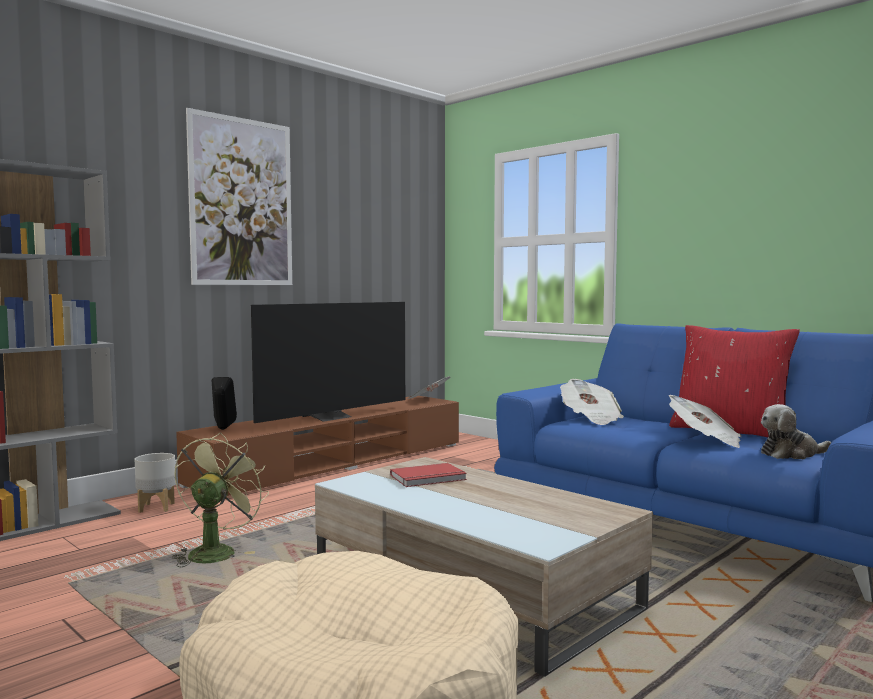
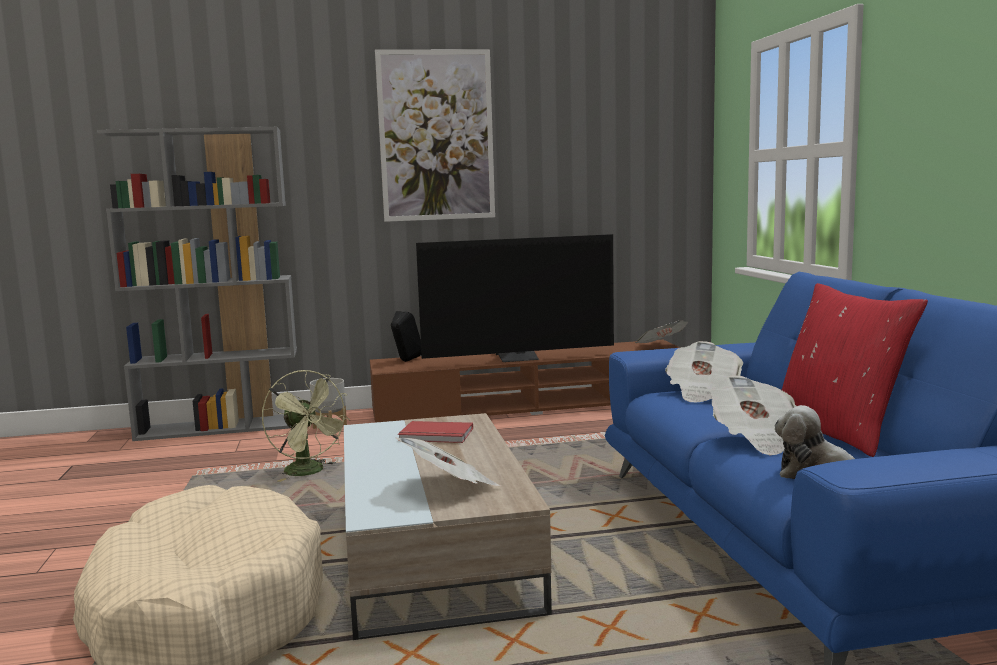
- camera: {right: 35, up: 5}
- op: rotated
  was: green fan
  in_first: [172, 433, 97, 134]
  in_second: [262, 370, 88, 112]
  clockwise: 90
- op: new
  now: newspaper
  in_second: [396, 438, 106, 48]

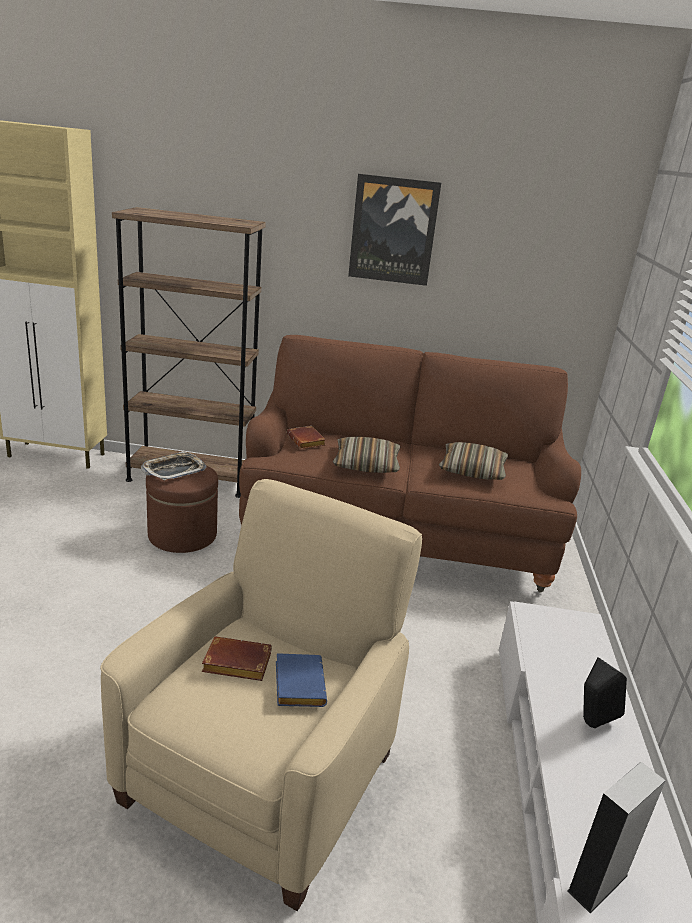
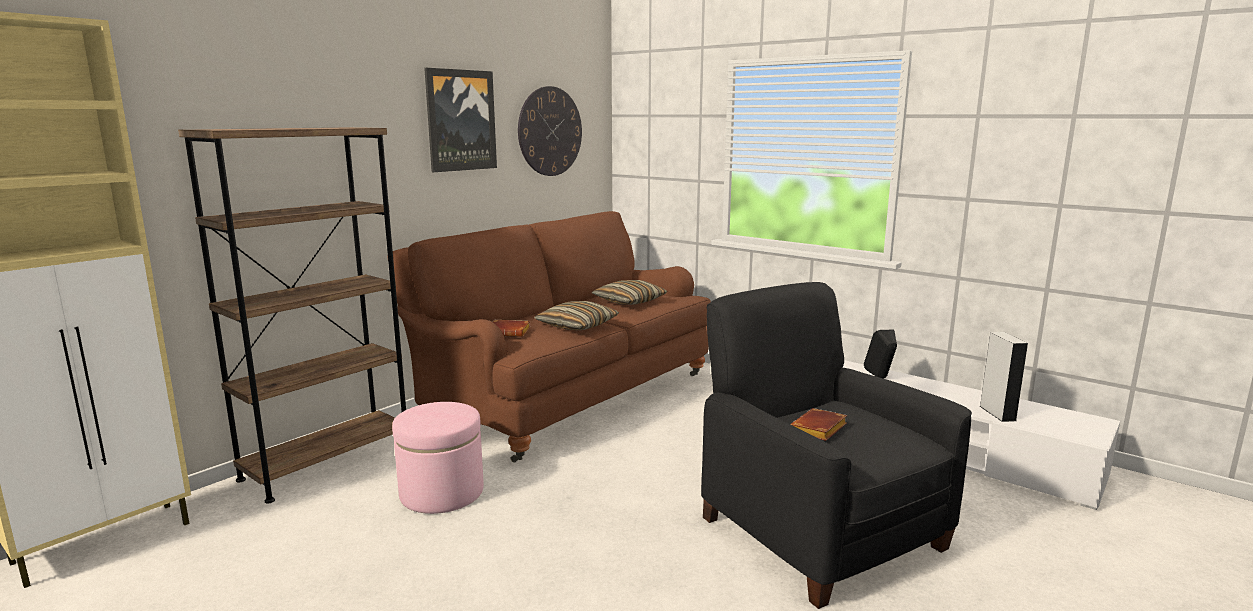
- camera: {right: -55, up: -10}
- op: repainted
  was: beige armchair
  now: black armchair
  in_first: [100, 479, 322, 432]
  in_second: [701, 282, 271, 327]
- op: gone
  was: tray
  in_first: [141, 452, 66, 29]
- op: repainted
  was: brown ottoman
  now: pink ottoman
  in_first: [146, 466, 72, 87]
  in_second: [392, 402, 92, 112]
- op: gone
  was: blue book
  in_first: [276, 653, 51, 54]
- op: new
  now: wall clock
  in_second: [518, 86, 64, 90]

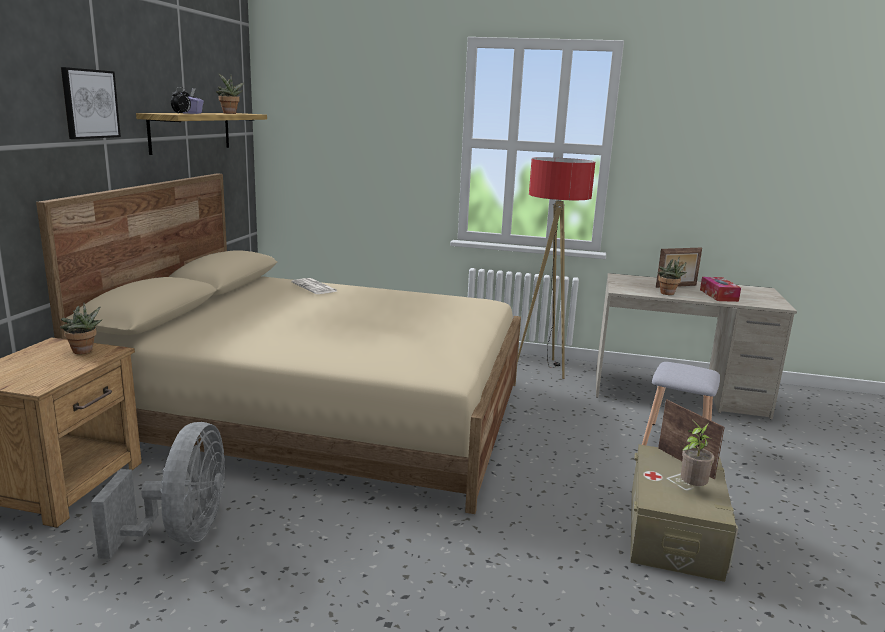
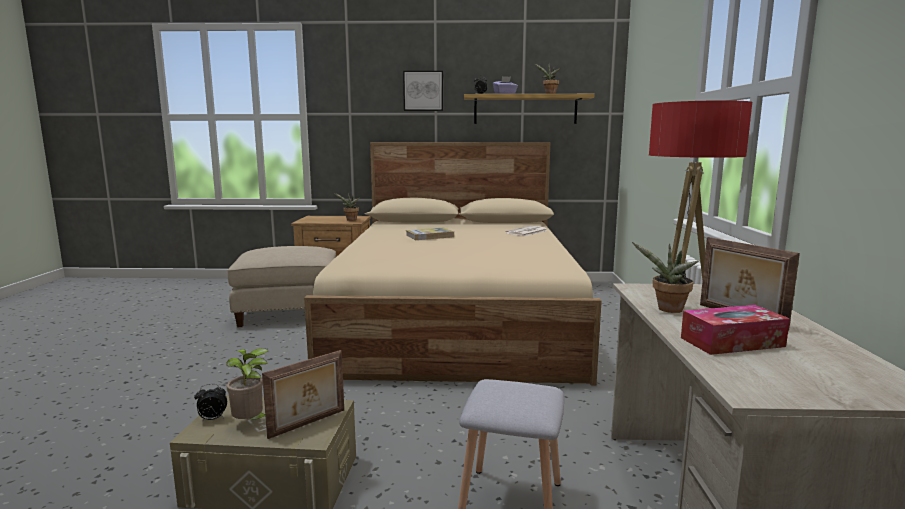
- camera: {right: 80, up: -5}
- op: swapped
  was: grey fan
  now: beige ottoman
  in_first: [91, 422, 135, 137]
  in_second: [227, 246, 109, 81]
- op: new
  now: alarm clock
  in_second: [194, 384, 33, 38]
- op: new
  now: book
  in_second: [406, 227, 48, 13]

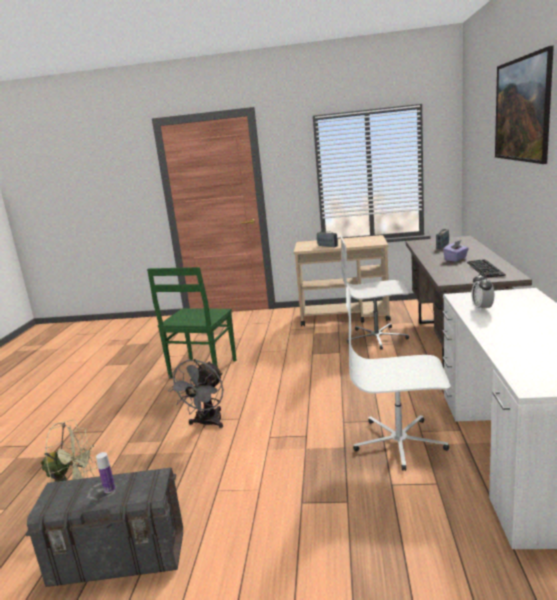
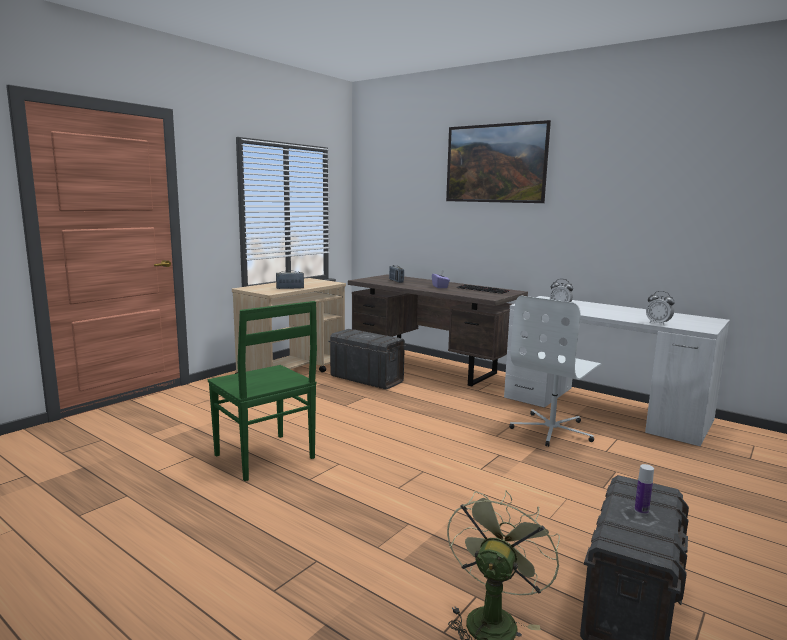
- camera: {right: -60, up: -5}
- op: gone
  was: grey fan
  in_first: [168, 359, 55, 69]
- op: swapped
  was: white office chair
  now: grey storage box
  in_first: [340, 235, 69, 115]
  in_second: [328, 329, 78, 61]
- op: new
  now: alarm clock
  in_second: [646, 291, 29, 34]

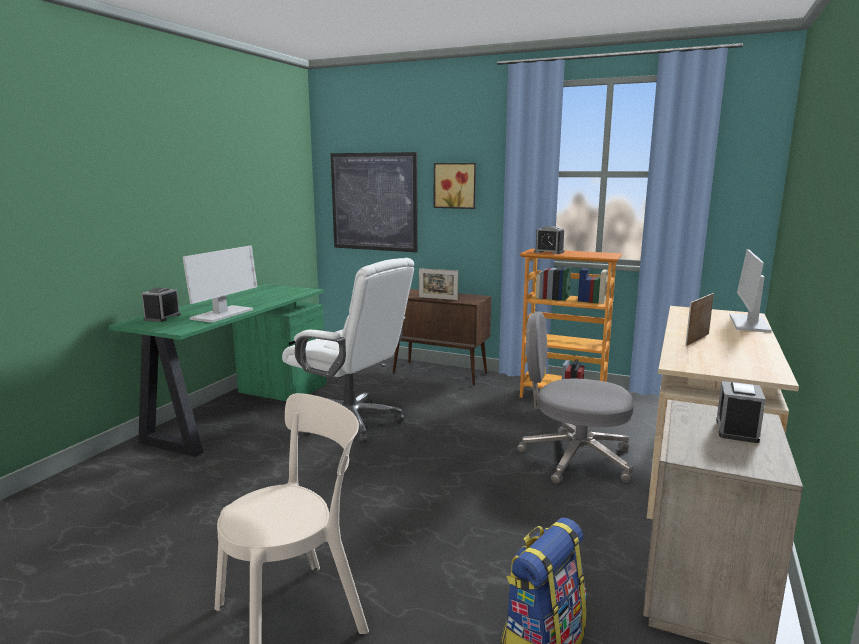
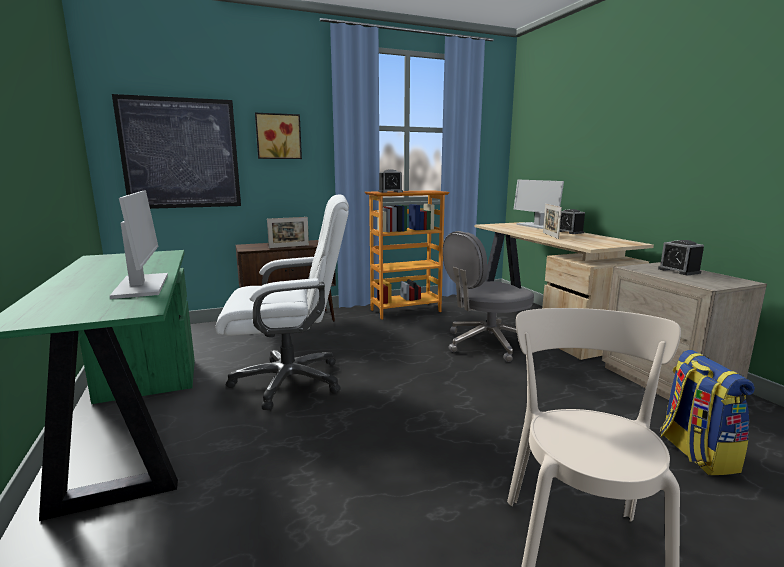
- camera: {right: -45, up: 0}
- op: shifted
  was: alarm clock
  in_first: [141, 288, 40, 34]
  in_second: [560, 209, 25, 25]

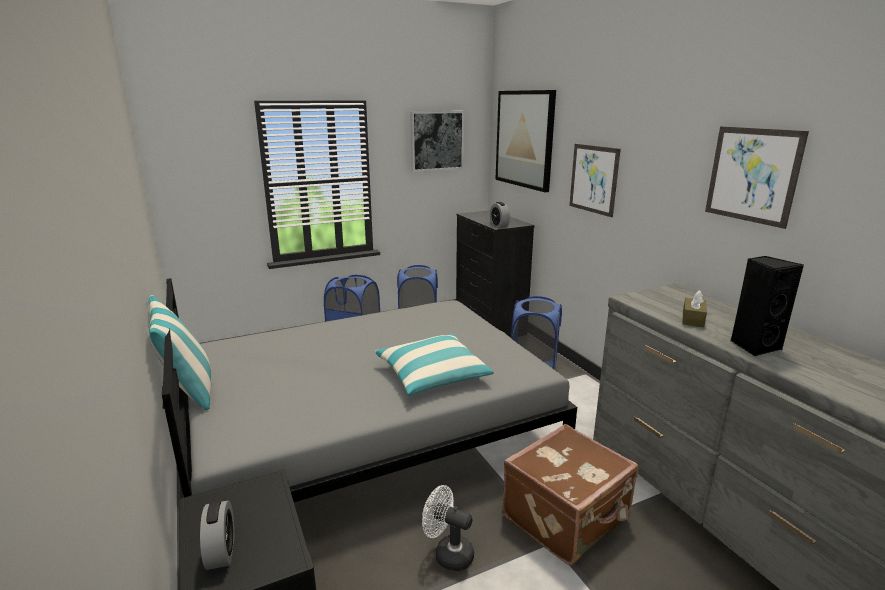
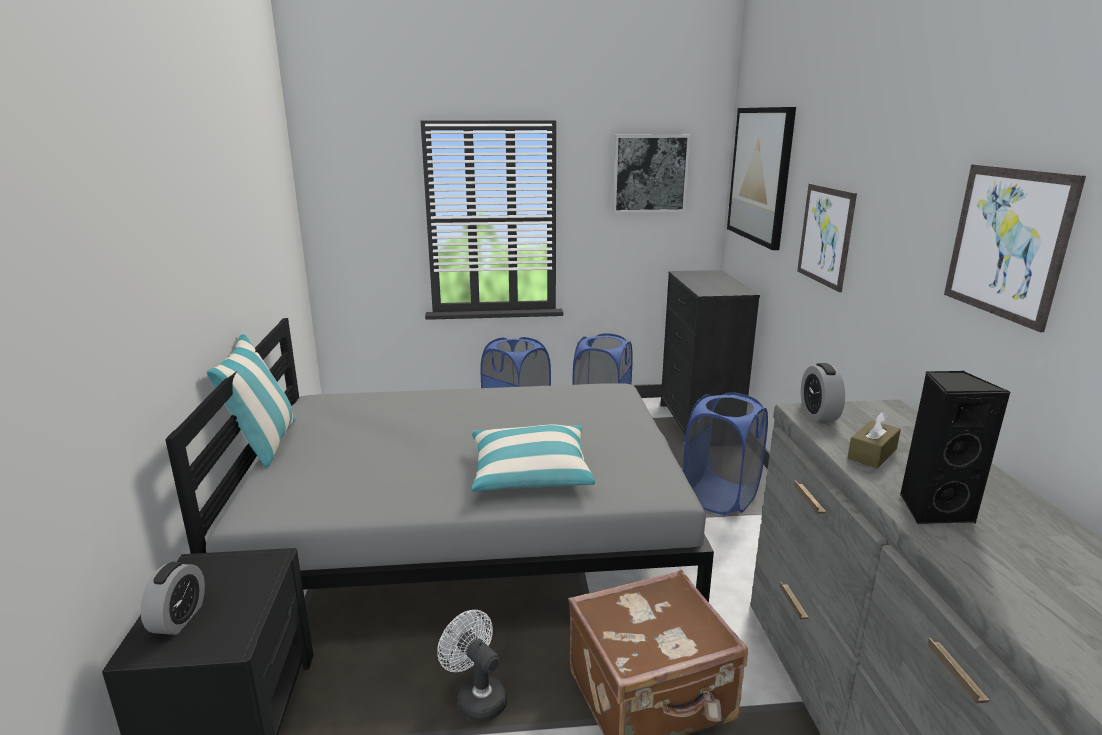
- camera: {right: 20, up: 0}
- op: shifted
  was: alarm clock
  in_first: [490, 202, 20, 26]
  in_second: [801, 363, 44, 58]

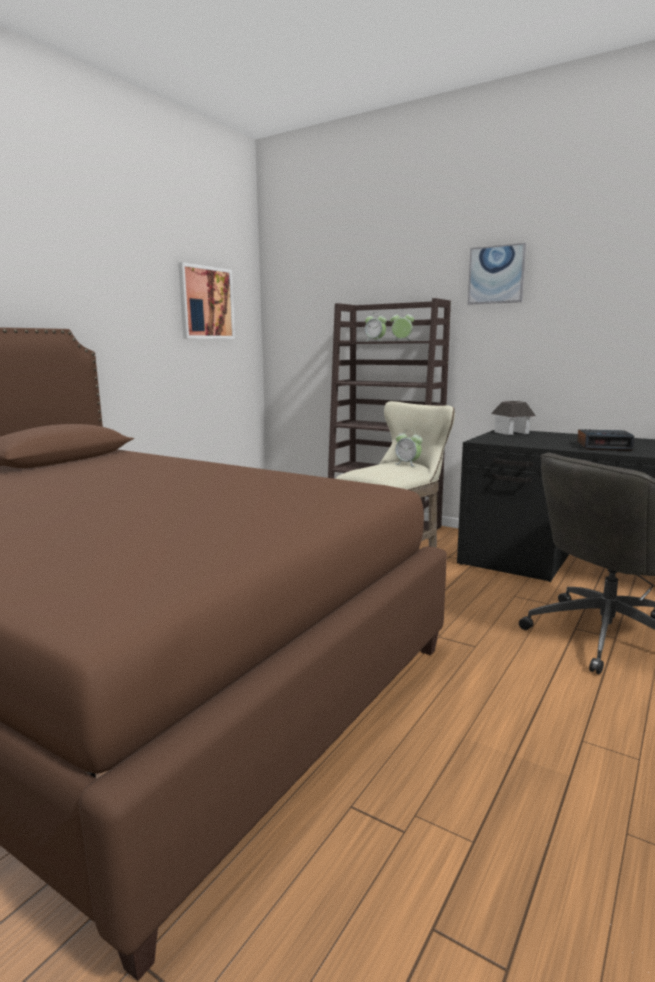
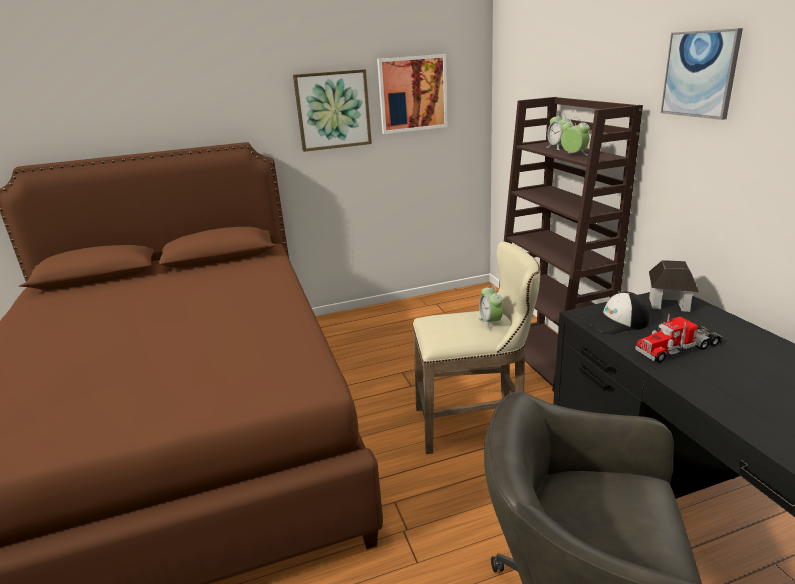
- camera: {right: 40, up: 10}
- op: gone
  was: alarm clock
  in_first: [577, 429, 58, 22]
- op: new
  now: picture
  in_second: [293, 69, 79, 83]
- op: new
  now: cap
  in_second: [583, 291, 66, 43]
- op: new
  now: toy truck
  in_second: [635, 314, 87, 49]

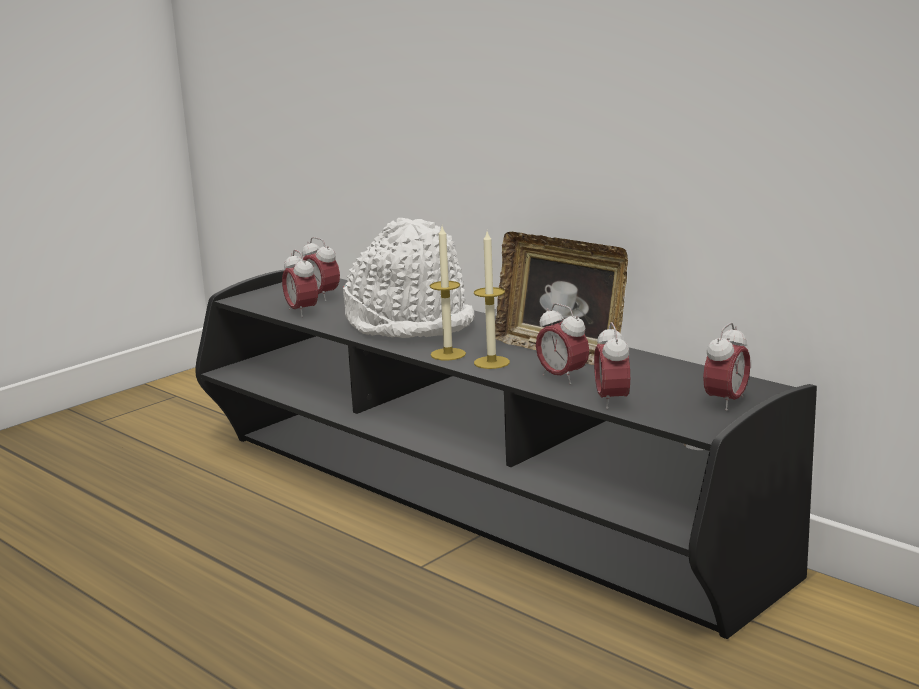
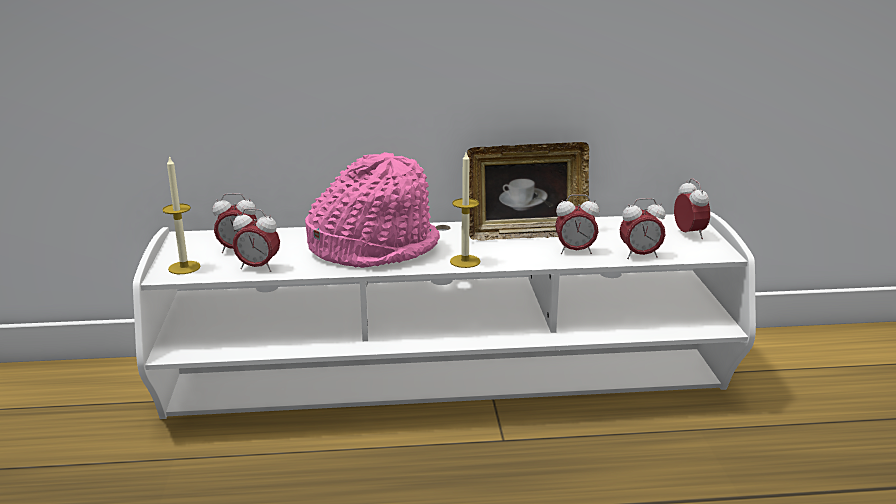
- camera: {right: -50, up: 5}
- op: repainted
  was: black tv stand
  now: white tv stand
  in_first: [195, 269, 622, 370]
  in_second: [133, 211, 623, 208]
- op: repainted
  was: white hat
  now: pink hat
  in_first: [343, 218, 132, 120]
  in_second: [305, 152, 135, 116]
- op: shifted
  was: candle
  in_first: [474, 232, 36, 137]
  in_second: [162, 155, 39, 119]
- op: rotated
  was: alarm clock
  in_first: [594, 322, 36, 87]
  in_second: [620, 198, 45, 61]
  clockwise: -45

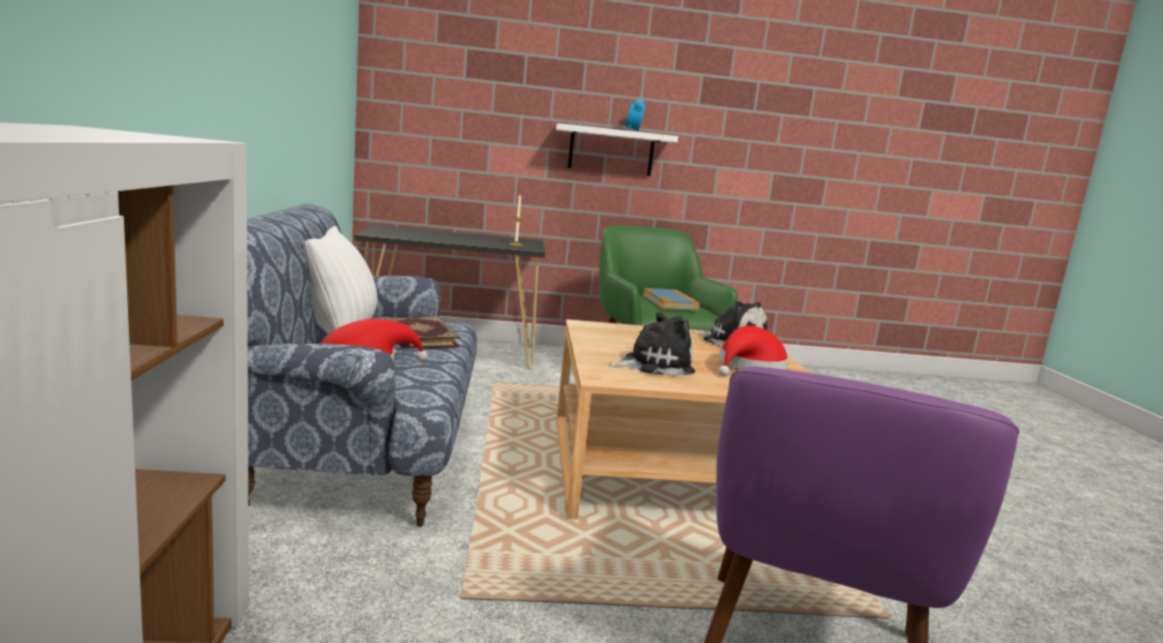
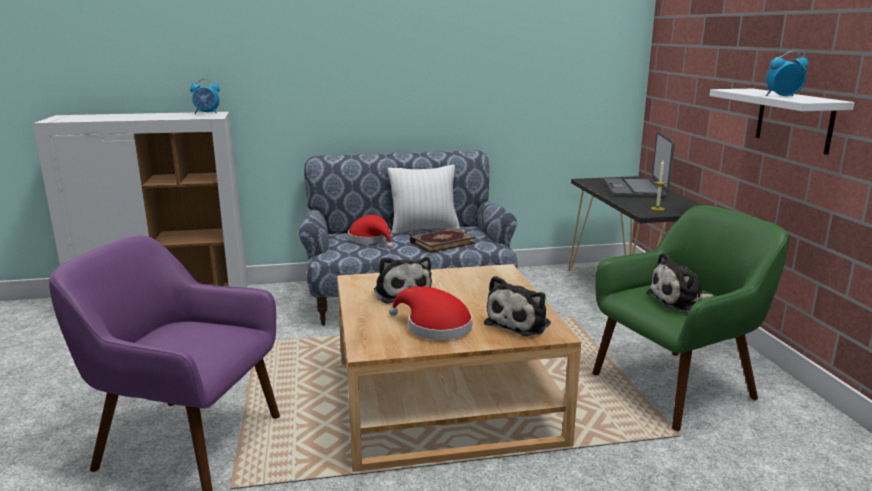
- camera: {right: 85, up: 5}
- op: swapped
  was: book
  now: plush toy
  in_first: [642, 288, 58, 23]
  in_second: [646, 253, 68, 58]
- op: new
  now: alarm clock
  in_second: [190, 79, 30, 35]
- op: new
  now: laptop
  in_second: [604, 131, 71, 67]

